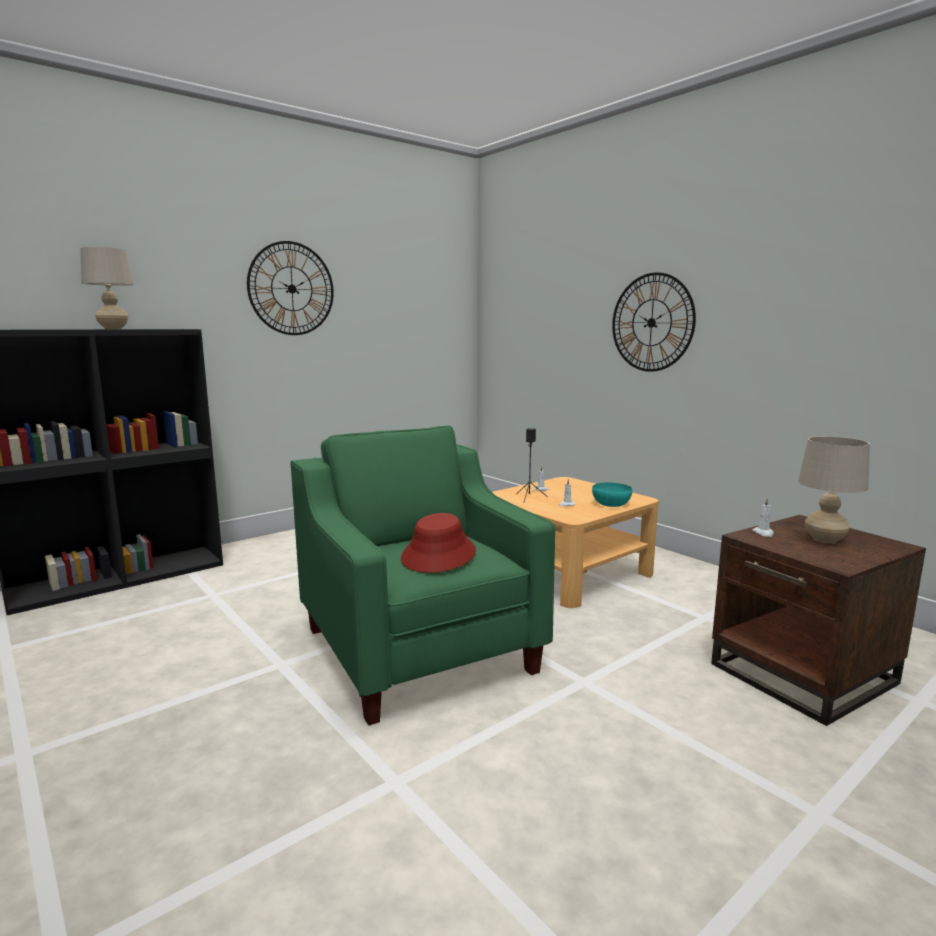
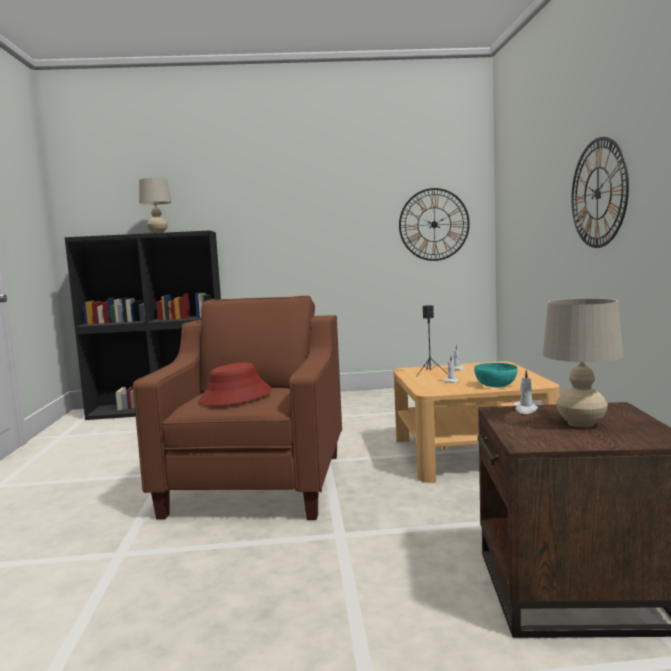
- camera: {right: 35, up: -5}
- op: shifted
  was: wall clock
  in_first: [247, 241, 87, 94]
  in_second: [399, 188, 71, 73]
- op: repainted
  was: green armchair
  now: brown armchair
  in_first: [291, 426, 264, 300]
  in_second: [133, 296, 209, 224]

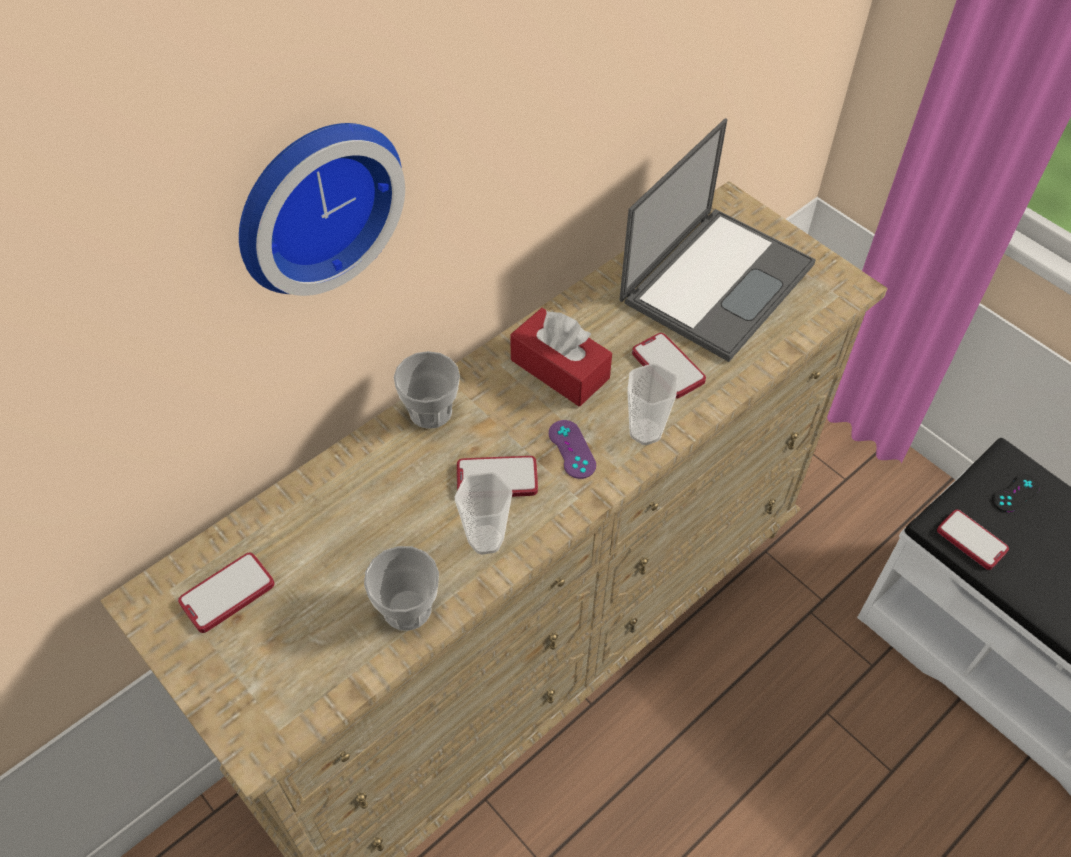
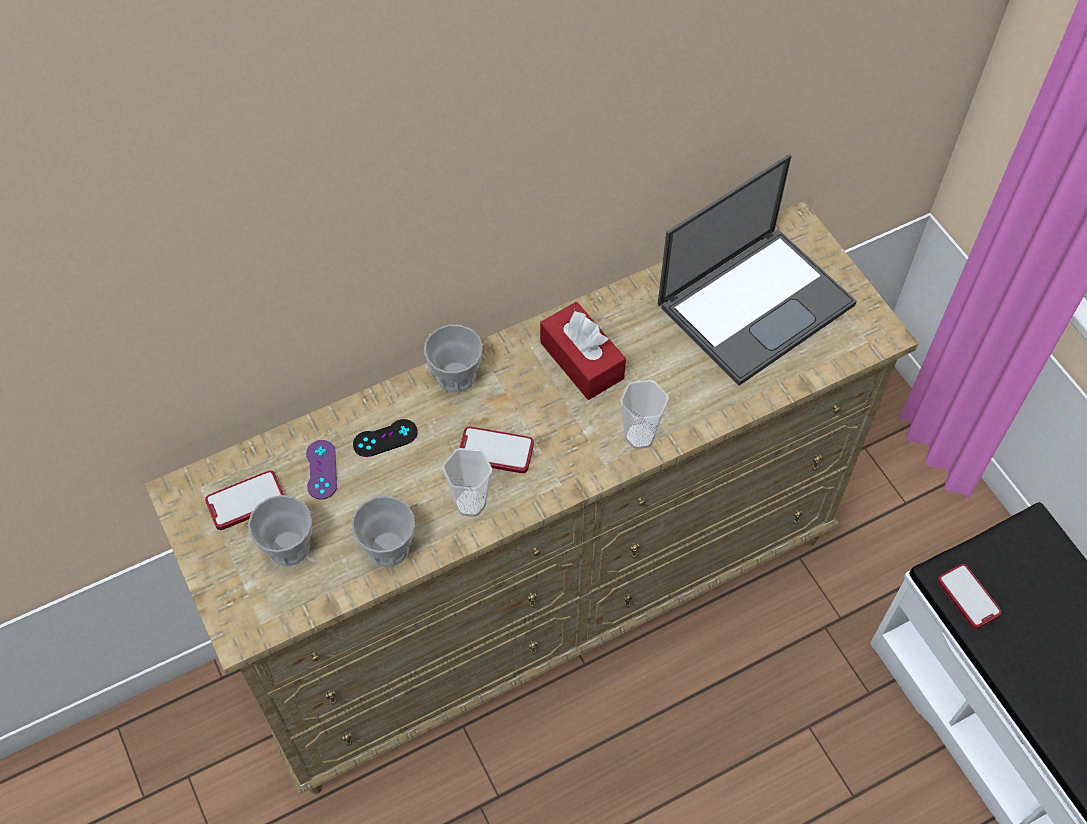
- camera: {right: 15, up: 5}
- op: gone
  was: wall clock
  in_first: [239, 123, 166, 173]
- op: shifted
  was: purple game controller
  in_first: [549, 420, 47, 59]
  in_second: [306, 440, 31, 60]
- op: gone
  was: phone
  in_first: [632, 333, 74, 65]
- op: shifted
  was: black game controller
  in_first: [992, 474, 48, 38]
  in_second: [353, 419, 65, 38]
- op: new
  now: cup
  in_second: [248, 495, 64, 72]

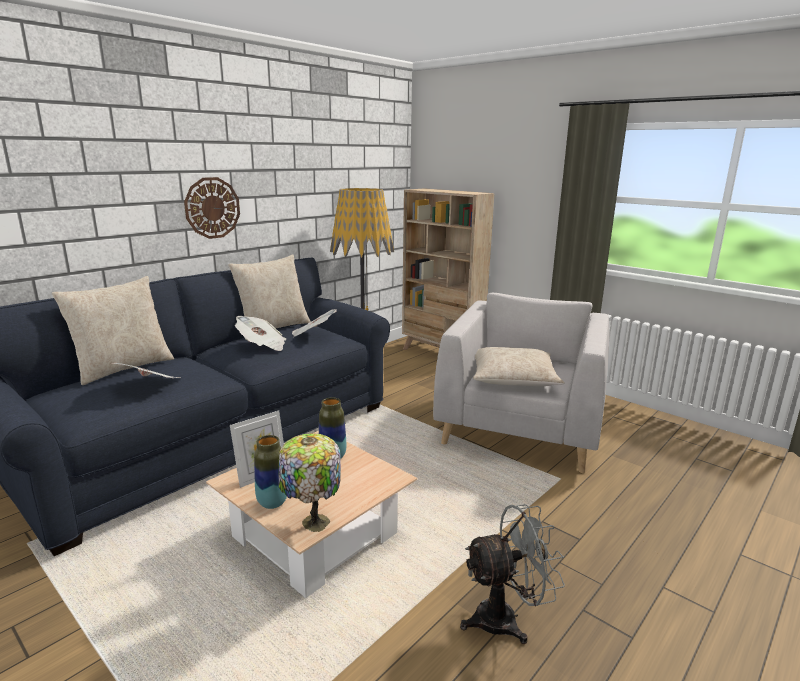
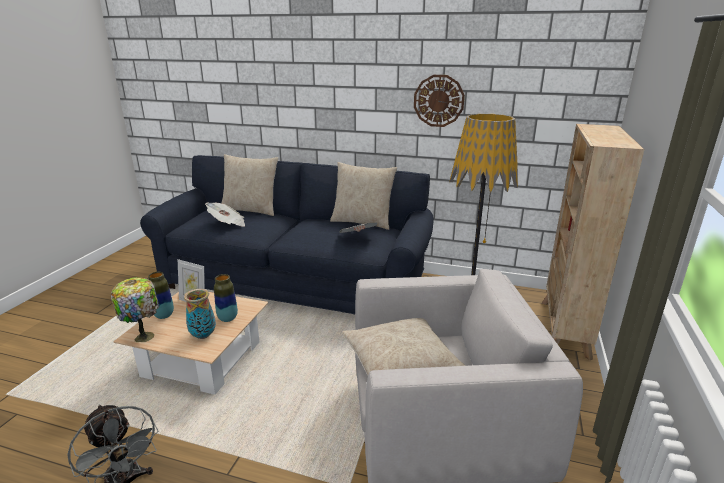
- camera: {right: 65, up: 5}
- op: shifted
  was: wall clock
  in_first: [184, 177, 56, 62]
  in_second: [414, 75, 51, 52]
- op: gone
  was: newspaper
  in_first: [235, 316, 51, 35]
- op: new
  now: vase
  in_second: [184, 289, 32, 50]

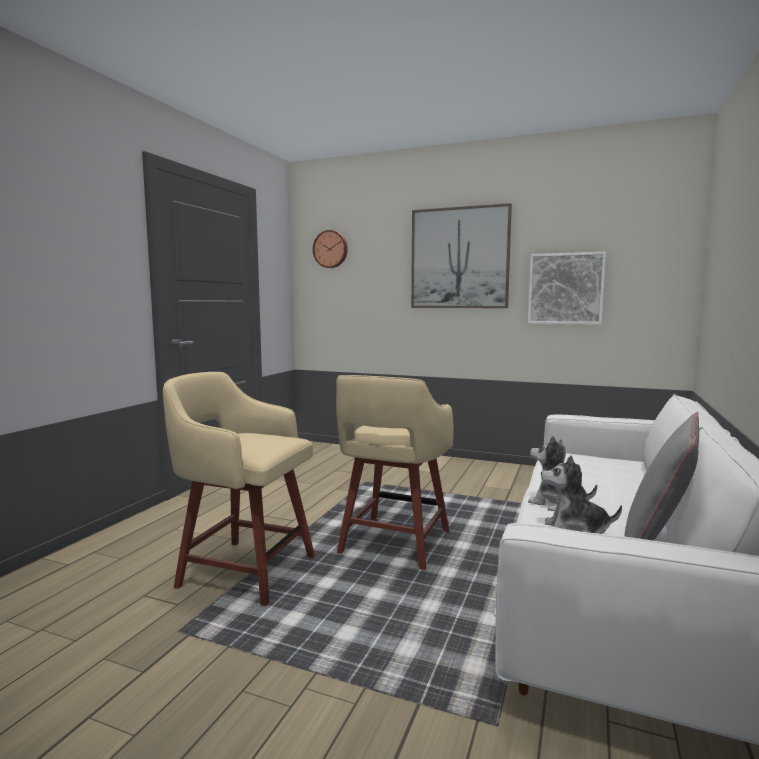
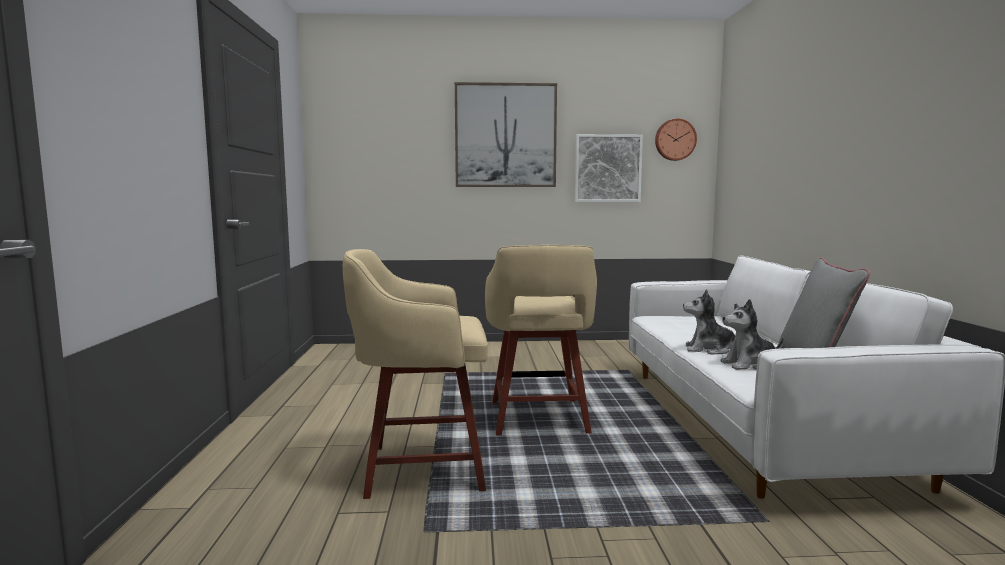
- camera: {right: -25, up: 0}
- op: shifted
  was: wall clock
  in_first: [313, 230, 35, 38]
  in_second: [655, 118, 42, 43]

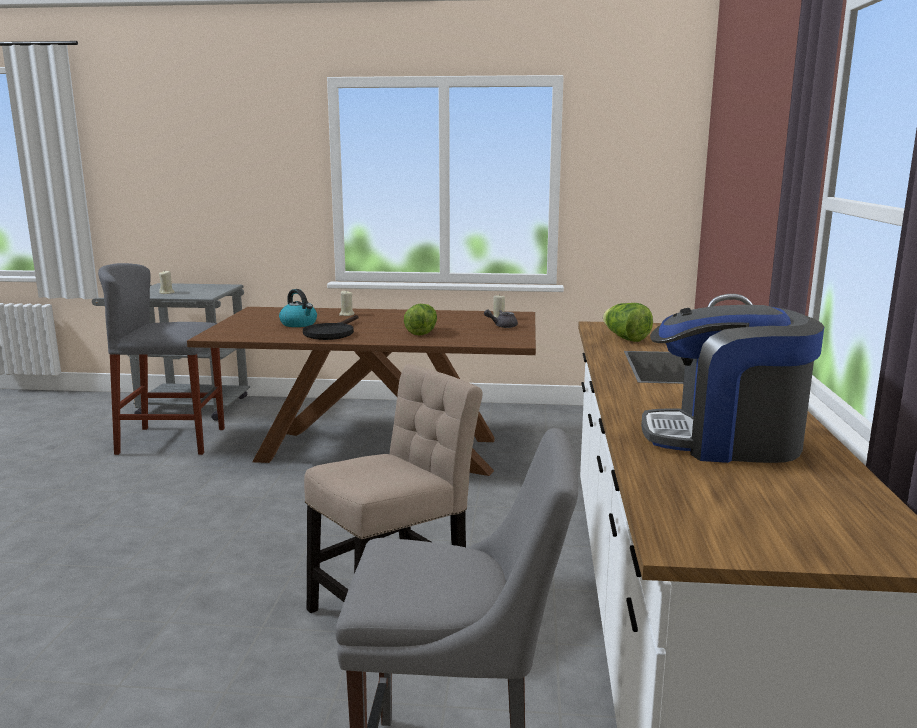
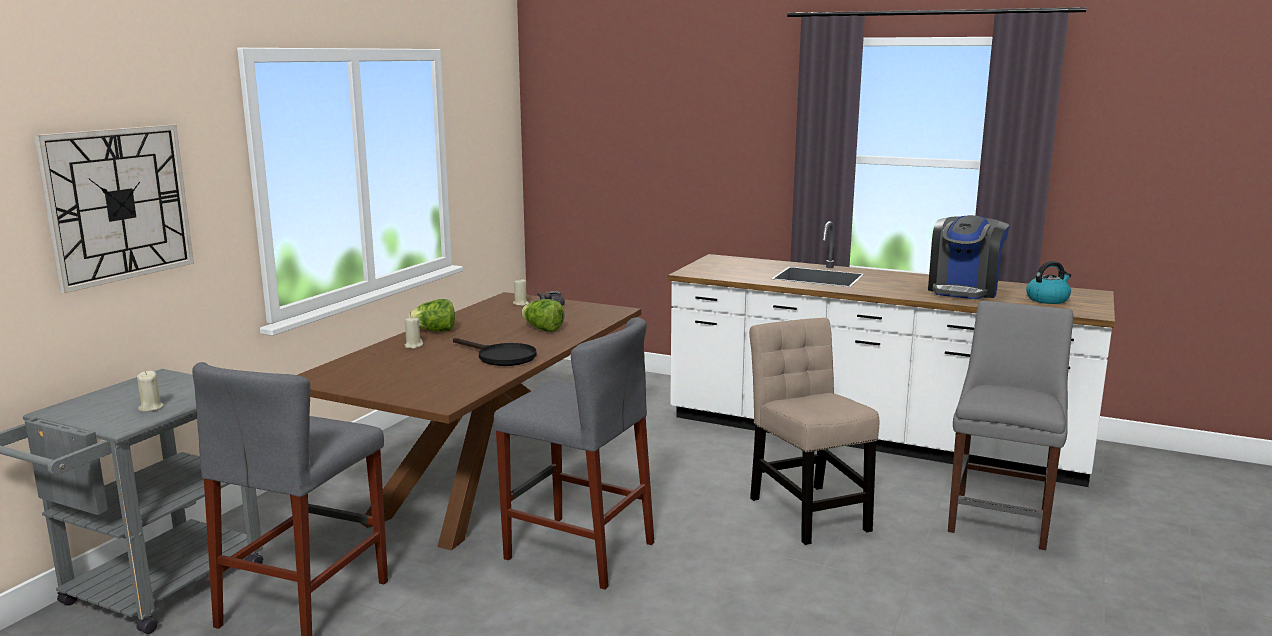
- camera: {right: -70, up: 0}
- op: shifted
  was: kettle
  in_first: [279, 289, 38, 38]
  in_second: [1026, 261, 45, 43]
- op: shifted
  was: lettuce
  in_first: [603, 303, 50, 39]
  in_second: [408, 299, 47, 33]
- op: new
  now: wall clock
  in_second: [34, 125, 160, 168]
- op: new
  now: grey stool
  in_second: [494, 317, 160, 272]

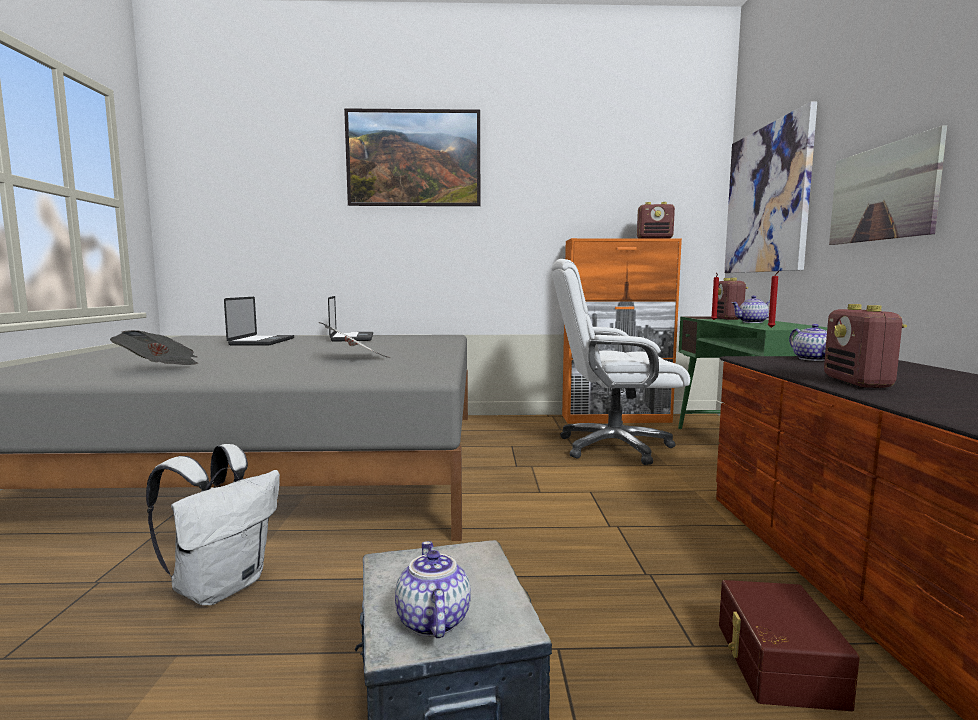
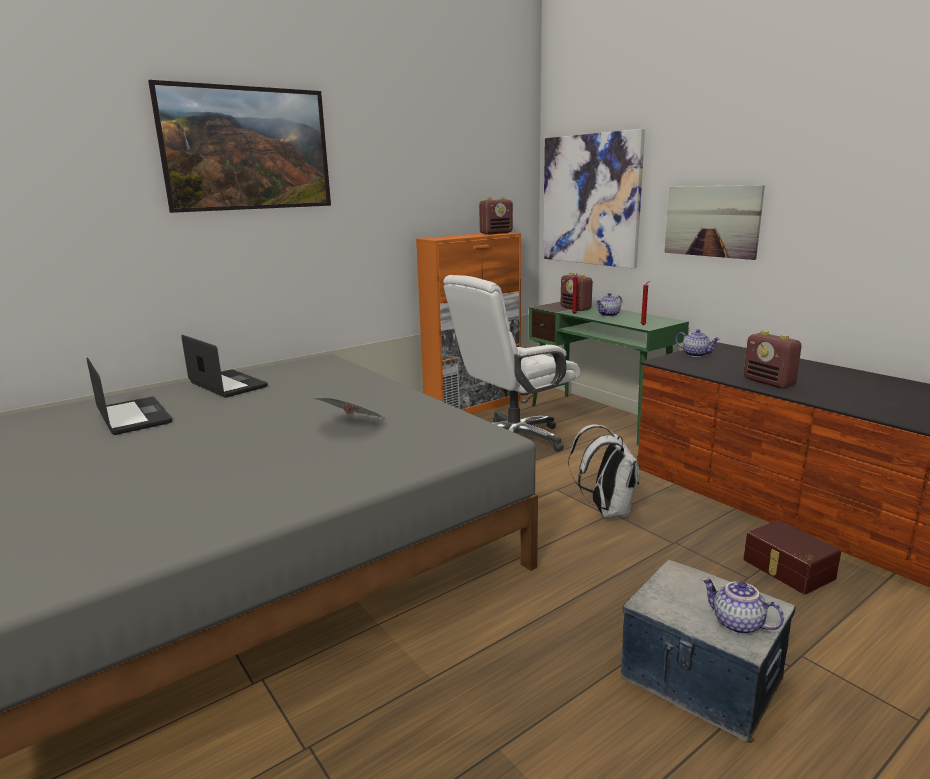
- camera: {right: -35, up: 10}
- op: gone
  was: newspaper
  in_first: [110, 330, 88, 35]
- op: shifted
  was: white backpack
  in_first: [146, 444, 134, 161]
  in_second: [568, 424, 72, 94]

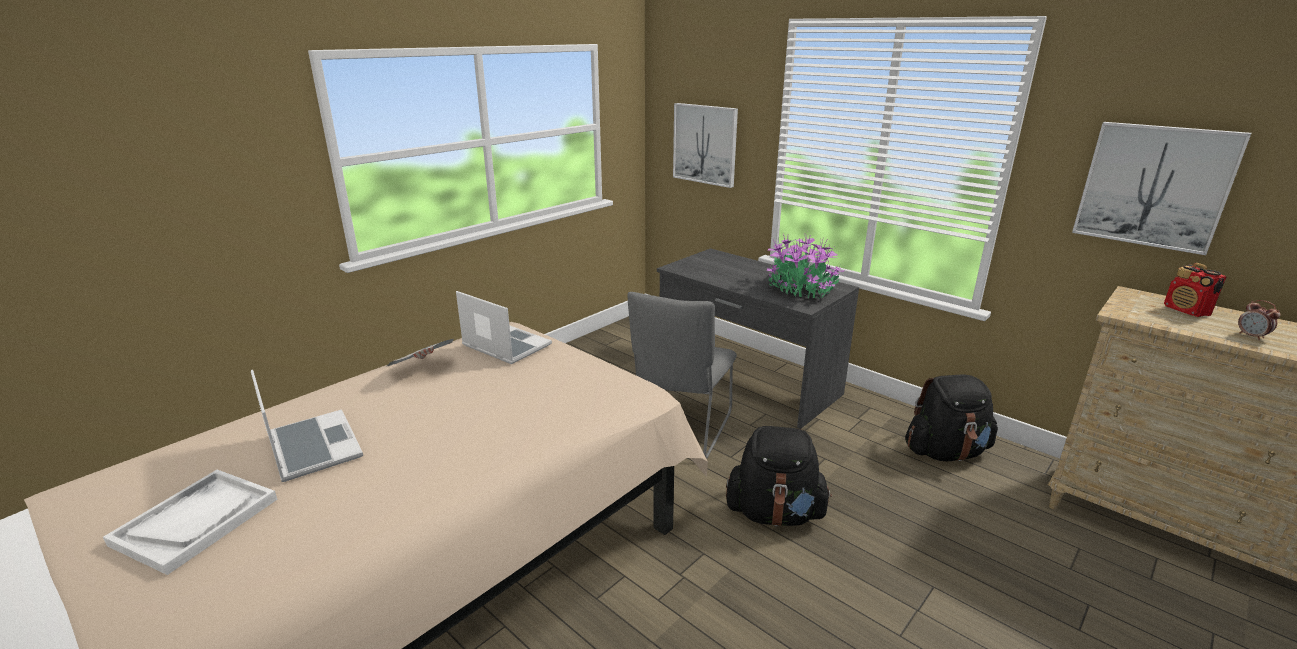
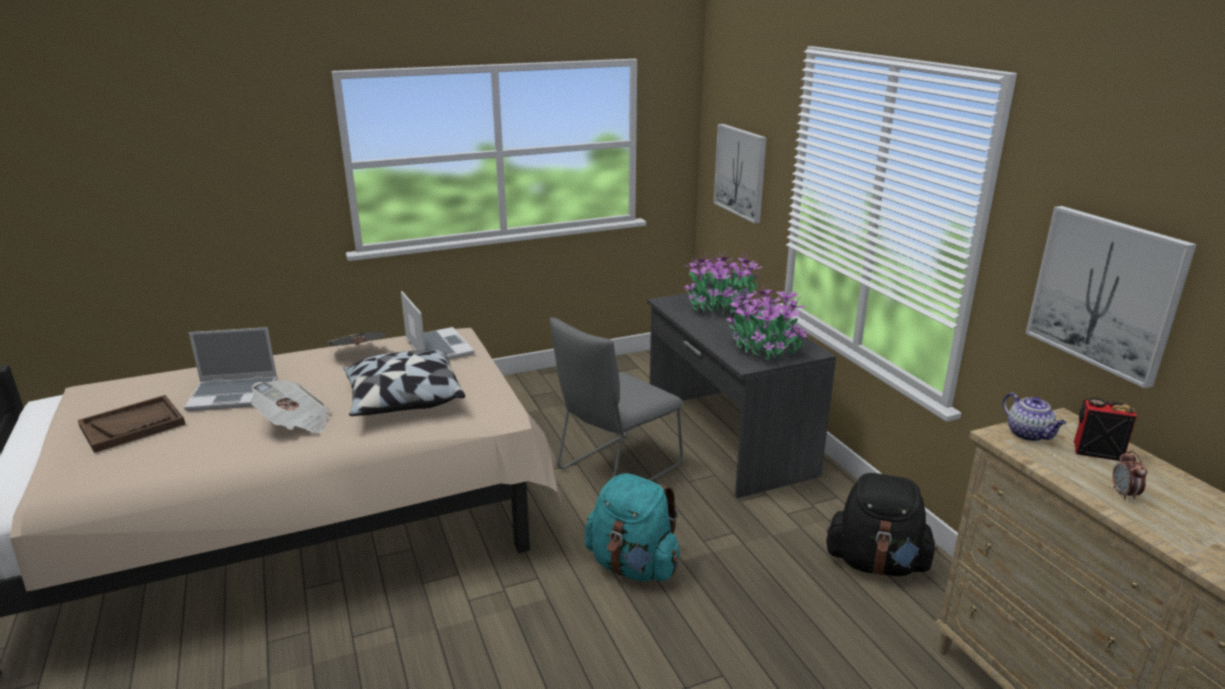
- camera: {right: 25, up: 0}
- op: repainted
  was: white tray
  now: brown tray
  in_first: [103, 470, 174, 105]
  in_second: [78, 395, 107, 58]
- op: rotated
  was: laptop
  in_first: [251, 370, 112, 112]
  in_second: [184, 327, 94, 84]
  clockwise: 90
- op: repainted
  was: black backpack
  now: turquoise backpack
  in_first: [726, 426, 106, 100]
  in_second: [585, 473, 94, 108]
- op: rotated
  was: radio
  in_first: [1164, 263, 63, 54]
  in_second: [1074, 397, 63, 64]
  clockwise: 105
- op: new
  now: newspaper
  in_second: [250, 380, 80, 53]
- op: new
  now: pillow
  in_second: [343, 350, 122, 66]
- op: new
  now: potted plant
  in_second: [684, 251, 78, 65]
- op: new
  now: teapot
  in_second: [1002, 392, 64, 49]

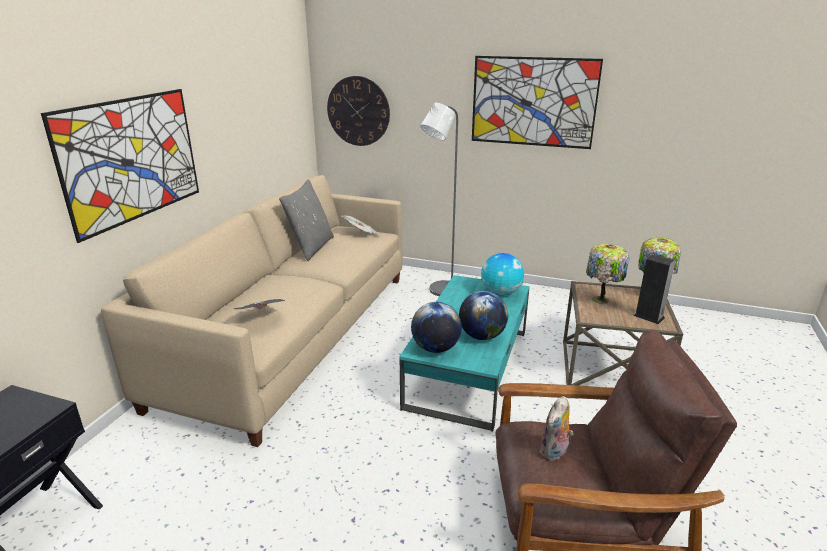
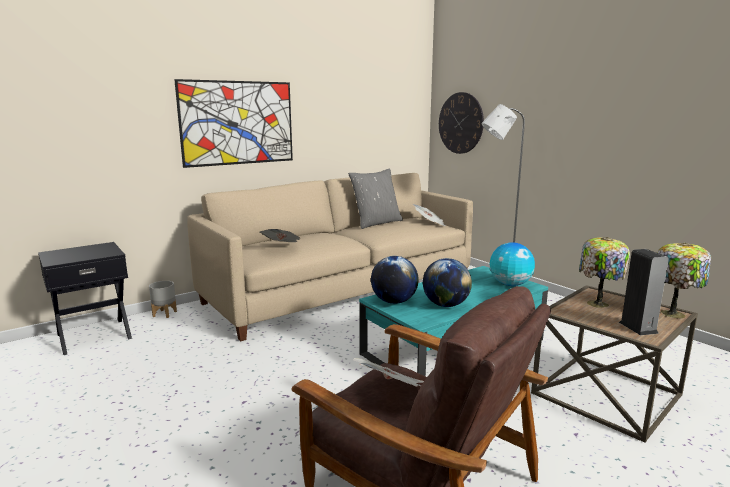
- camera: {right: 35, up: -10}
- op: gone
  was: picture
  in_first: [472, 56, 131, 93]
- op: swapped
  was: plush toy
  now: newspaper
  in_first: [540, 396, 34, 65]
  in_second: [353, 358, 71, 29]
- op: new
  now: grey planter
  in_second: [149, 281, 28, 37]

